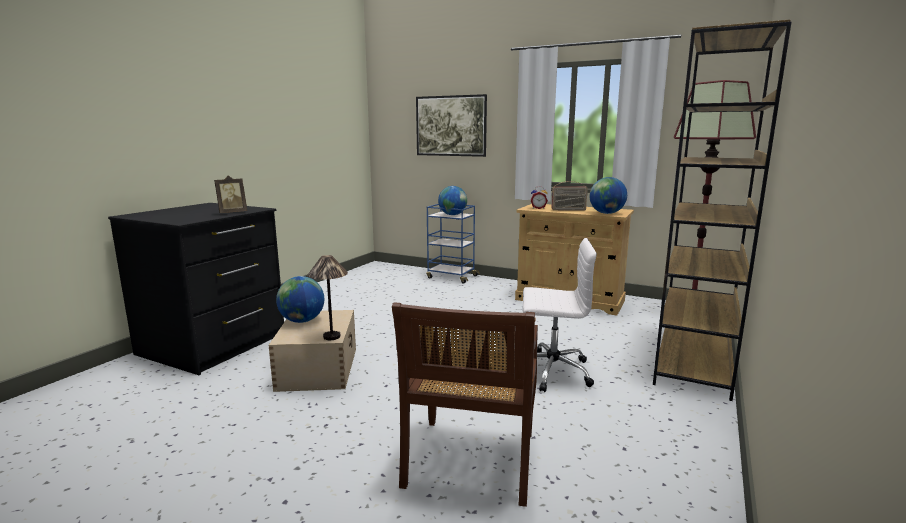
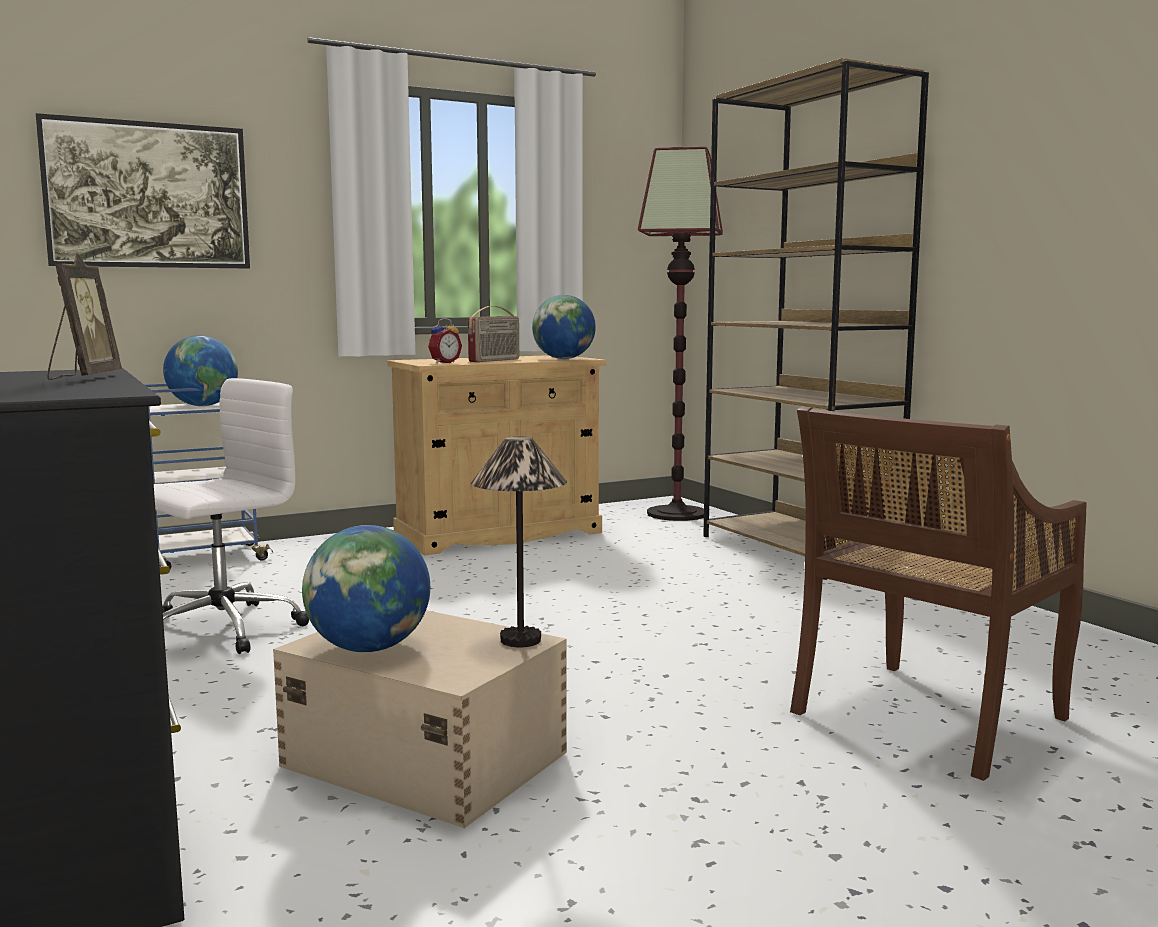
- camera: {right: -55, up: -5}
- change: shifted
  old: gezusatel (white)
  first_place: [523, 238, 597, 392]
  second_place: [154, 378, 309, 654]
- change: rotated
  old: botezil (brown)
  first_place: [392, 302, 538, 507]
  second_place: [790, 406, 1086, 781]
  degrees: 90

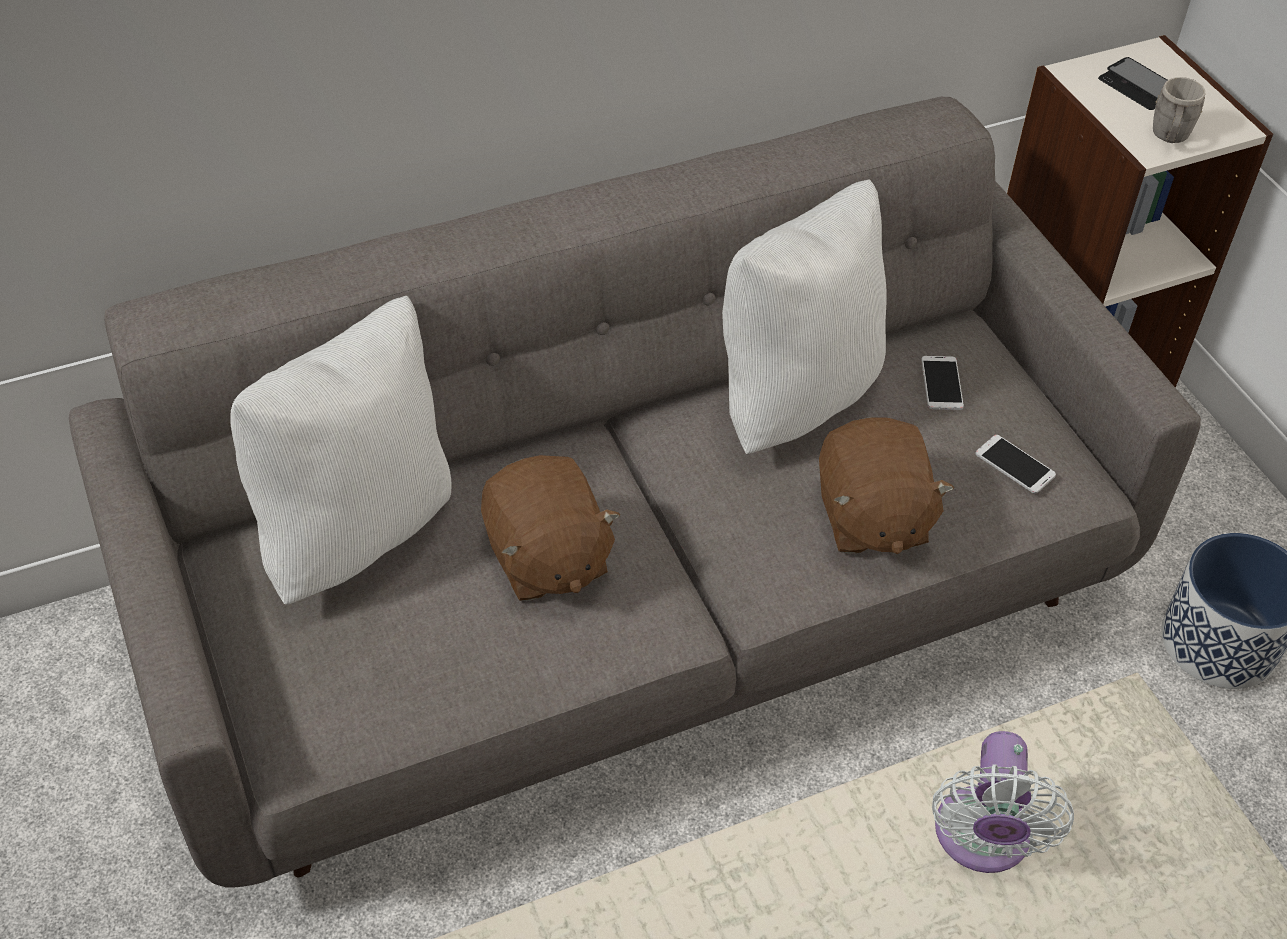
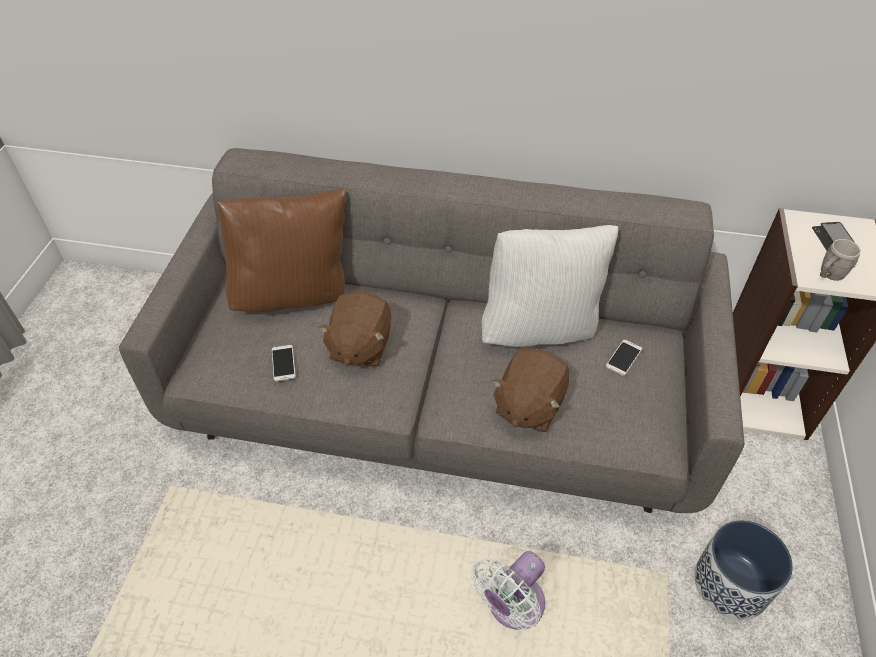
- camera: {right: 35, up: 0}
- change: repainted
  old: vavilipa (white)
  new: vavilipa (brown)
  first_place: [230, 296, 451, 605]
  second_place: [217, 190, 346, 312]
- change: shifted
  old: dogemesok
  first_place: [976, 435, 1056, 494]
  second_place: [272, 345, 296, 381]

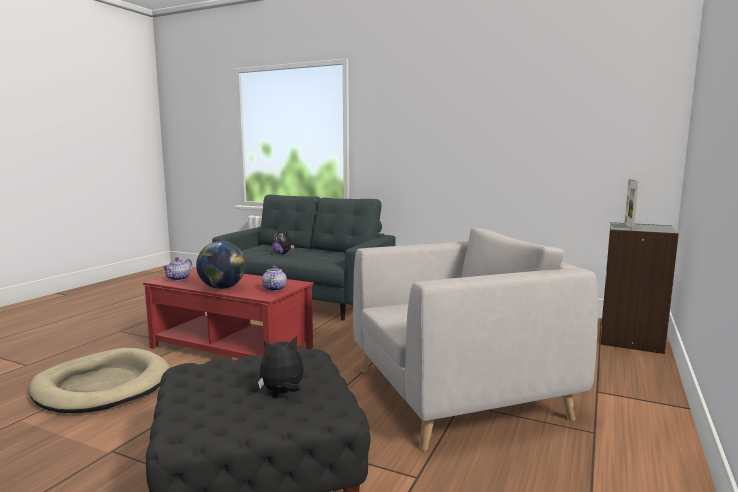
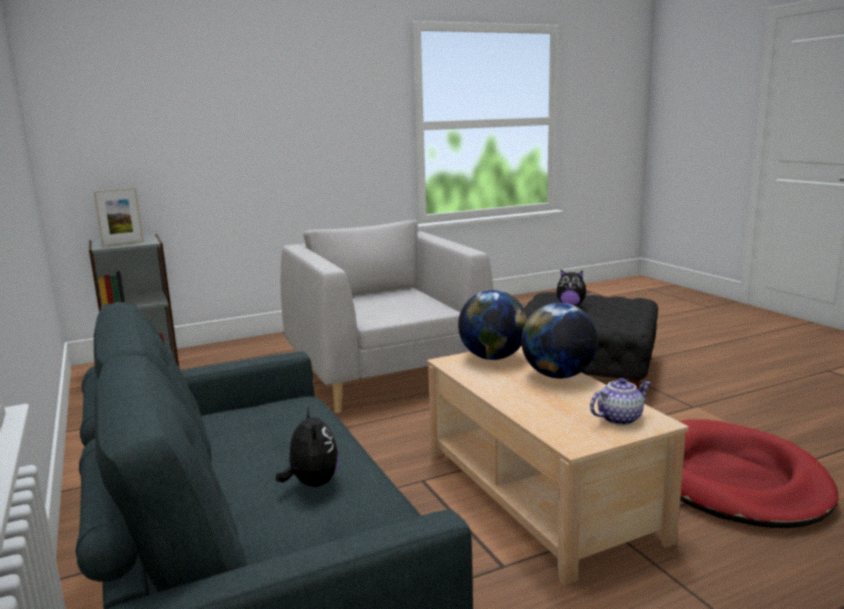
- camera: {right: -140, up: 5}
- change: rotated
  old: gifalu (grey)
  first_place: [353, 228, 598, 451]
  second_place: [281, 220, 493, 413]
  degrees: 45
- change: swapped
  old: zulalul
  new: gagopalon
  first_place: [262, 266, 287, 291]
  second_place: [458, 290, 527, 360]
- change: repainted
  old: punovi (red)
  new: punovi (beige)
  first_place: [143, 268, 314, 358]
  second_place: [427, 346, 689, 586]
- change: repainted
  old: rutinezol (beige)
  new: rutinezol (red)
  first_place: [29, 348, 170, 413]
  second_place: [679, 419, 839, 528]

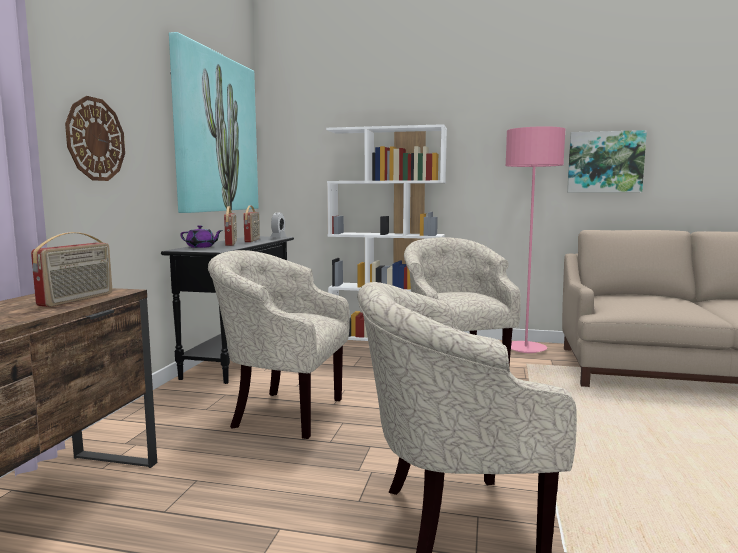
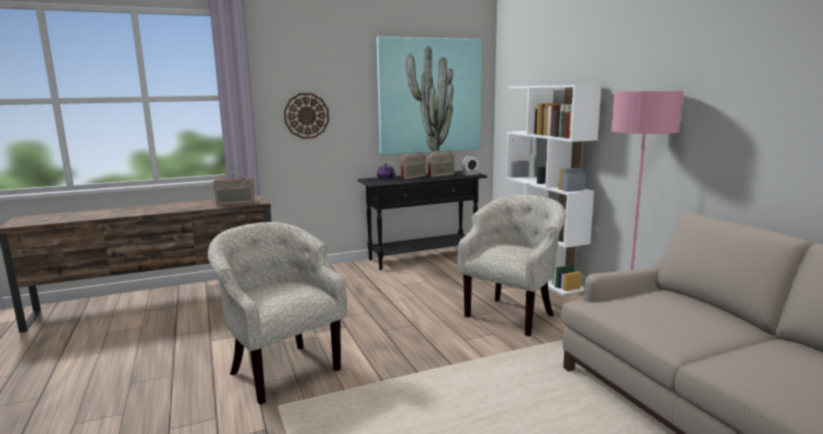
- camera: {right: 55, up: 5}
- change: gone
  old: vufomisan
  first_place: [567, 130, 647, 192]
- change: gone
  old: gifalu (beige)
  first_place: [208, 250, 350, 439]

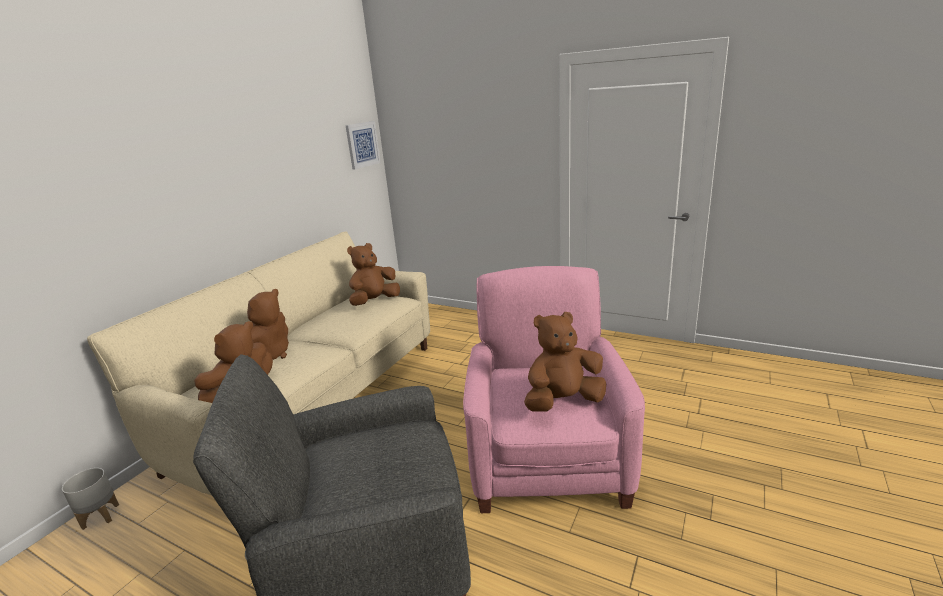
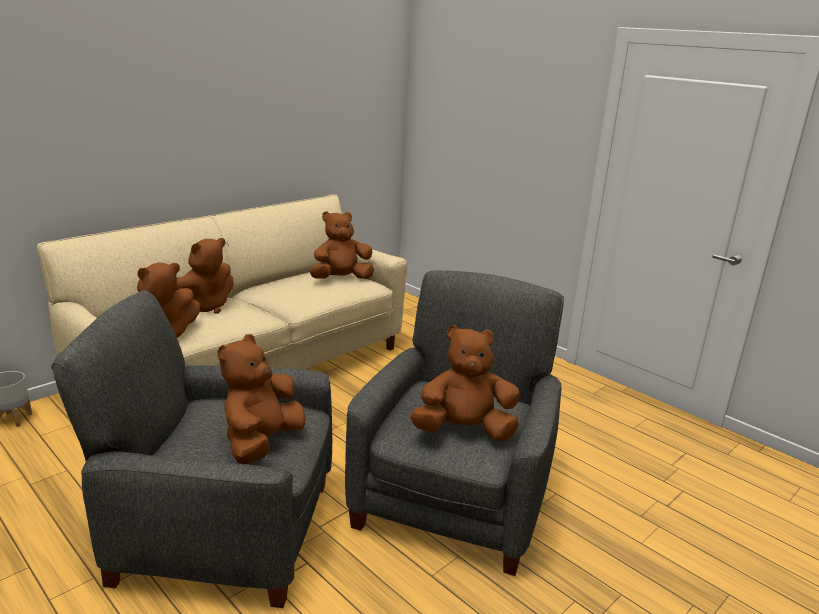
- camera: {right: 15, up: 0}
- change: gone
  old: vufomisan
  first_place: [345, 121, 380, 170]
- change: repainted
  old: gifalu (pink)
  new: gifalu (grey)
  first_place: [463, 266, 645, 513]
  second_place: [345, 271, 564, 576]
- change: new
  new: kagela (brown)
  second_place: [218, 334, 305, 464]

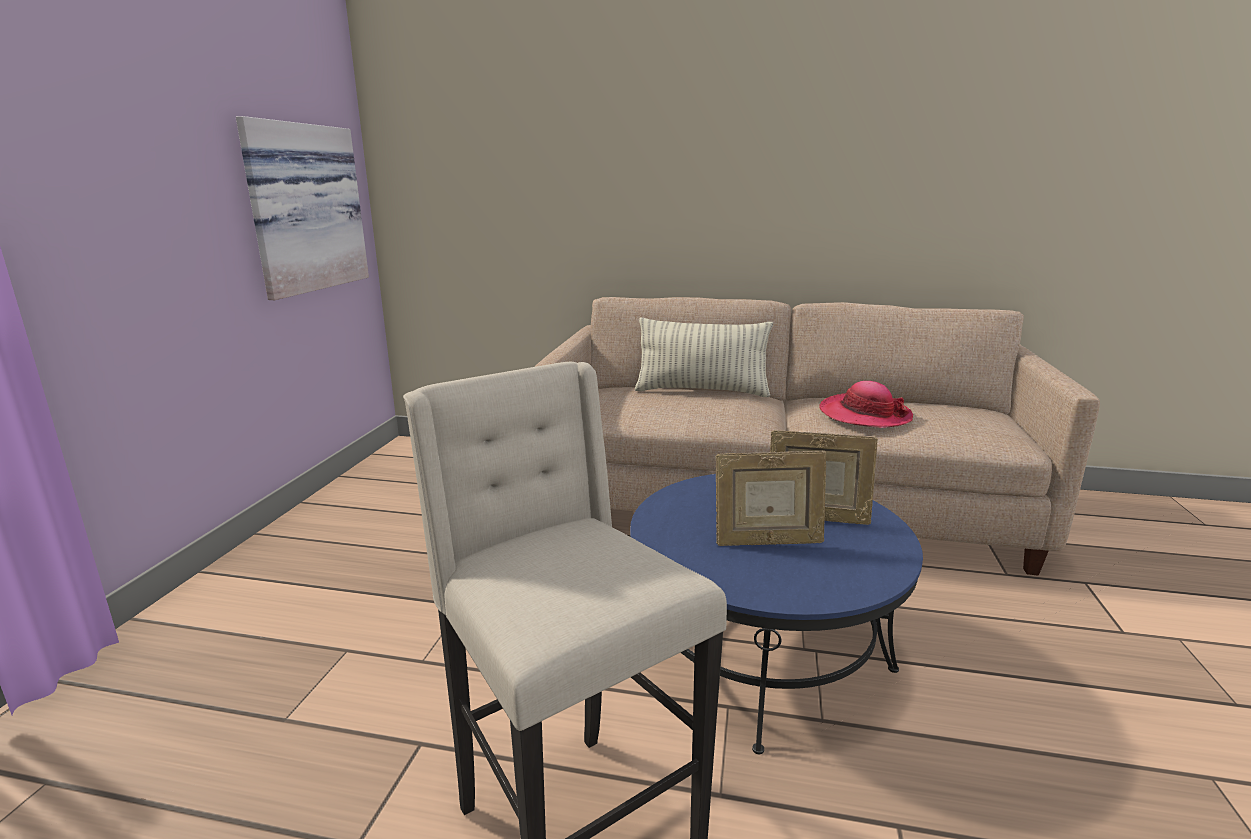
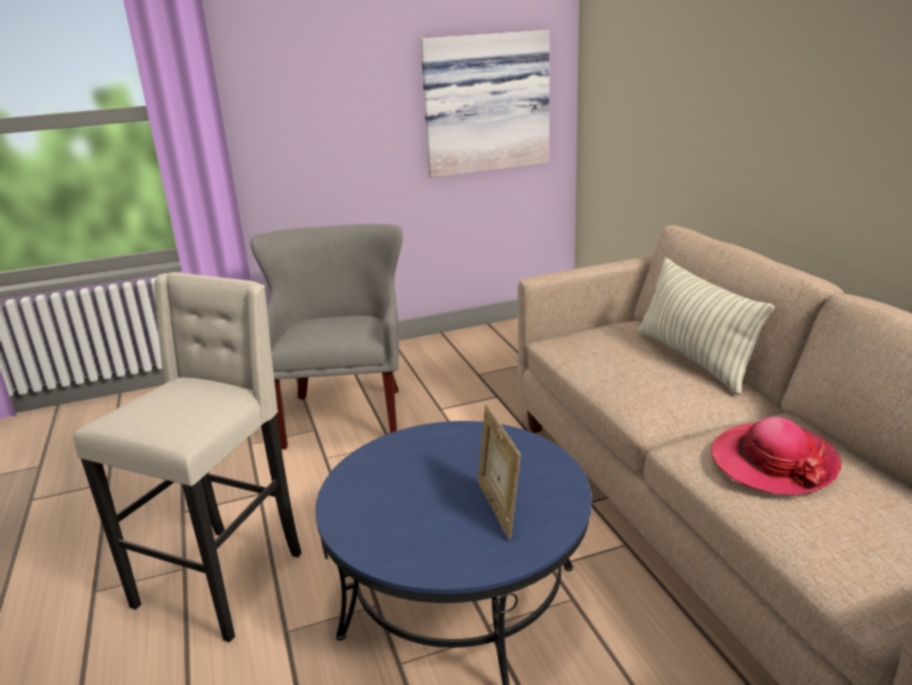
- camera: {right: 60, up: 5}
- change: gone
  old: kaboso
  first_place: [716, 451, 826, 546]
- change: new
  new: gifalu (grey)
  second_place: [250, 224, 403, 449]

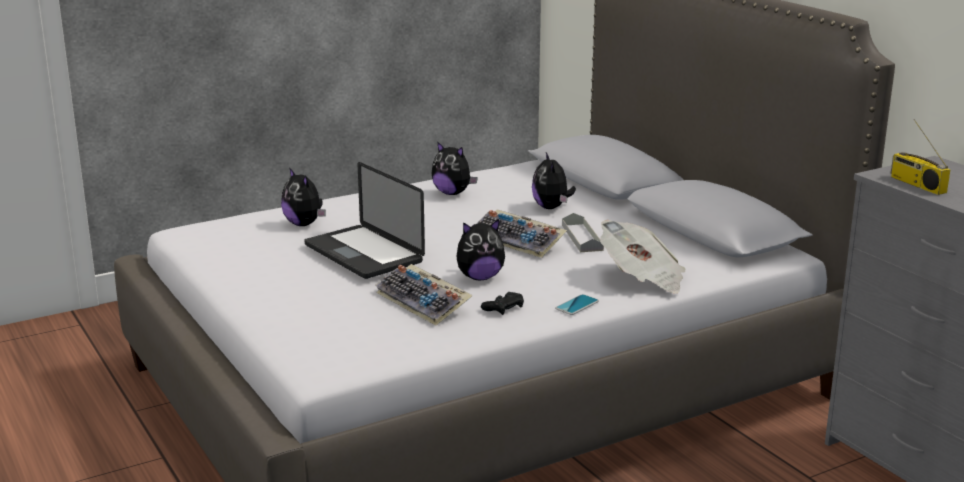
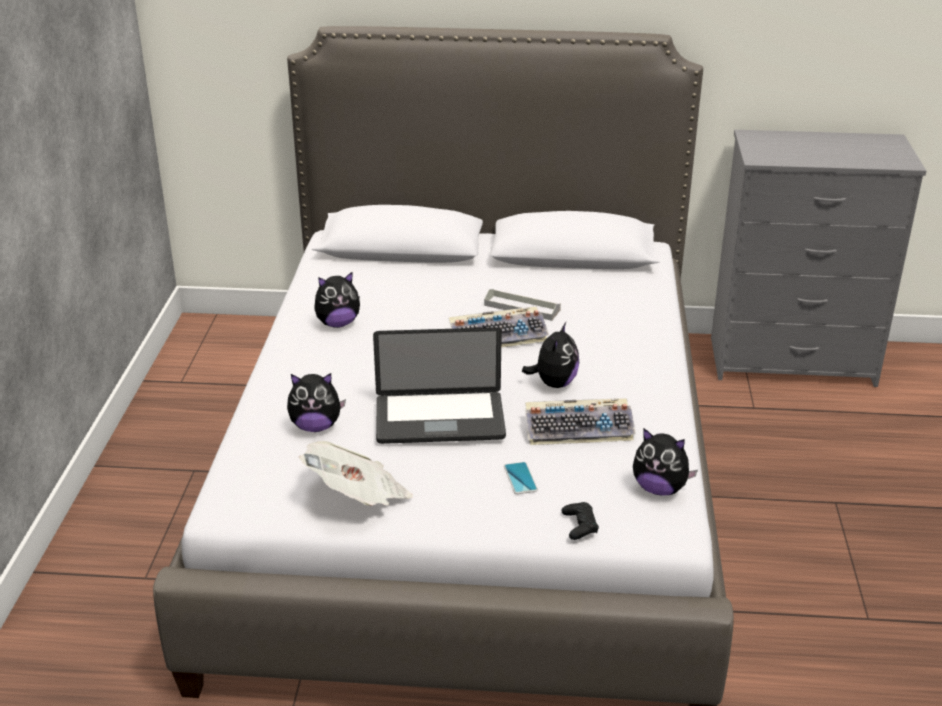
- camera: {right: -55, up: 10}
- change: gone
  old: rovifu
  first_place: [891, 119, 951, 195]
- change: shifted
  old: kagela
  first_place: [532, 152, 576, 209]
  second_place: [633, 428, 698, 495]
- change: shifted
  old: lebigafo
  first_place: [600, 220, 685, 294]
  second_place: [299, 441, 413, 506]
- change: shifted
  old: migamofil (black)
  first_place: [481, 292, 524, 315]
  second_place: [562, 502, 599, 540]
- change: shifted
  old: dogemesok
  first_place: [555, 294, 599, 315]
  second_place: [504, 462, 538, 494]

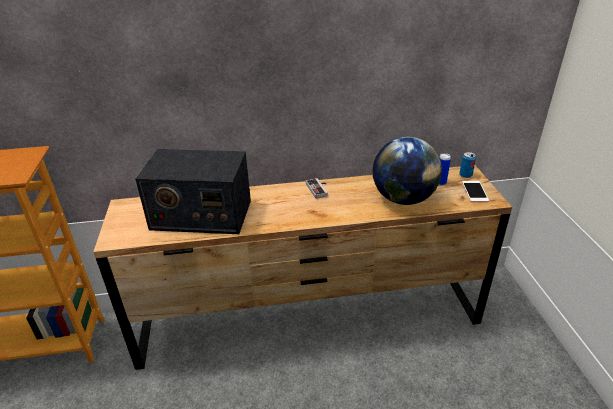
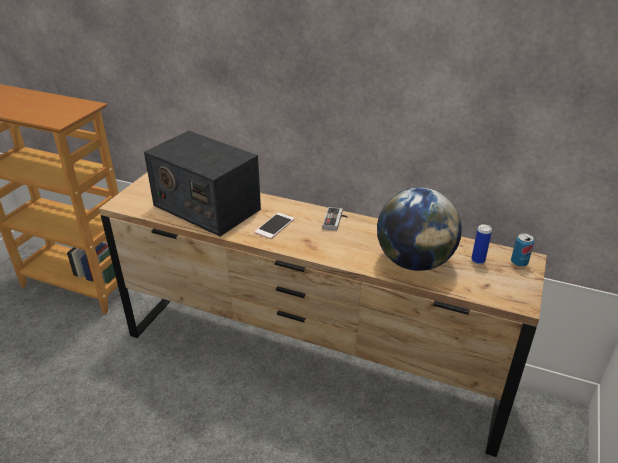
- camera: {right: 30, up: 0}
- change: shifted
  old: dogemesok
  first_place: [462, 181, 489, 202]
  second_place: [255, 213, 294, 239]

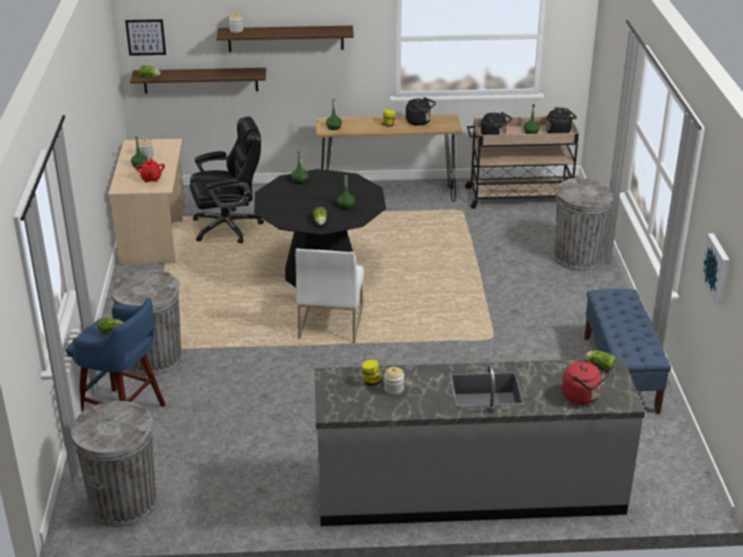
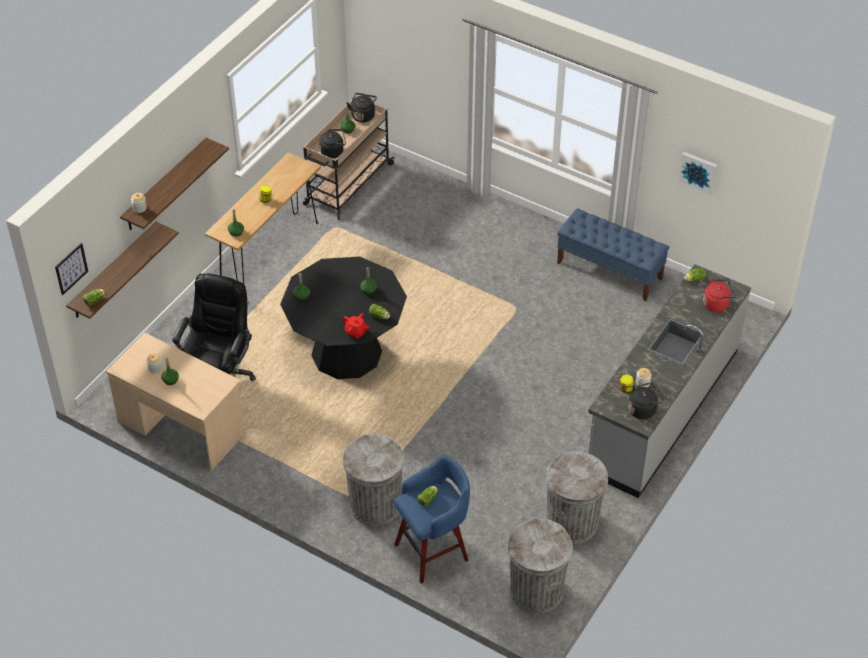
- camera: {right: -55, up: 15}
- change: shifted
  old: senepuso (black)
  first_place: [406, 97, 436, 126]
  second_place: [628, 383, 664, 419]
- change: shifted
  old: zulalul (red)
  first_place: [135, 158, 165, 182]
  second_place: [342, 313, 370, 339]
- change: shifted
  old: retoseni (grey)
  first_place: [554, 178, 614, 271]
  second_place: [546, 451, 608, 544]
- change: gone
  old: botezil (white)
  first_place: [295, 248, 364, 343]

